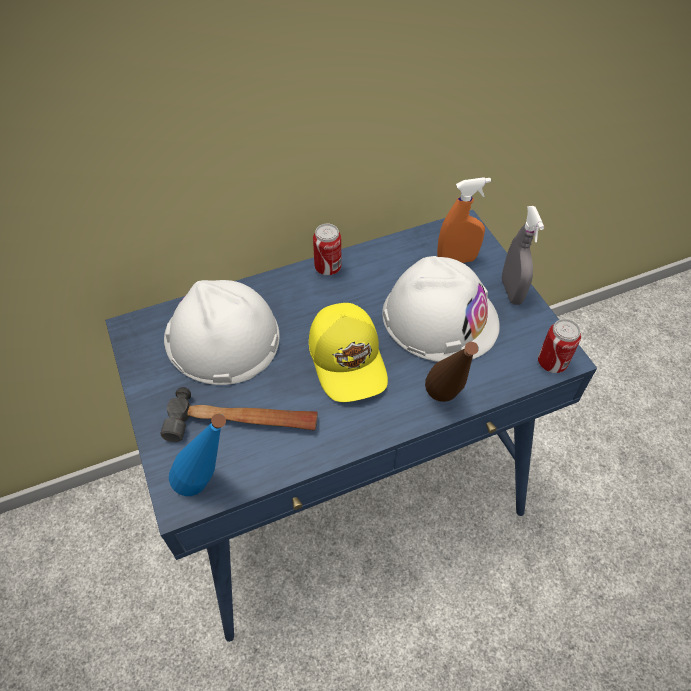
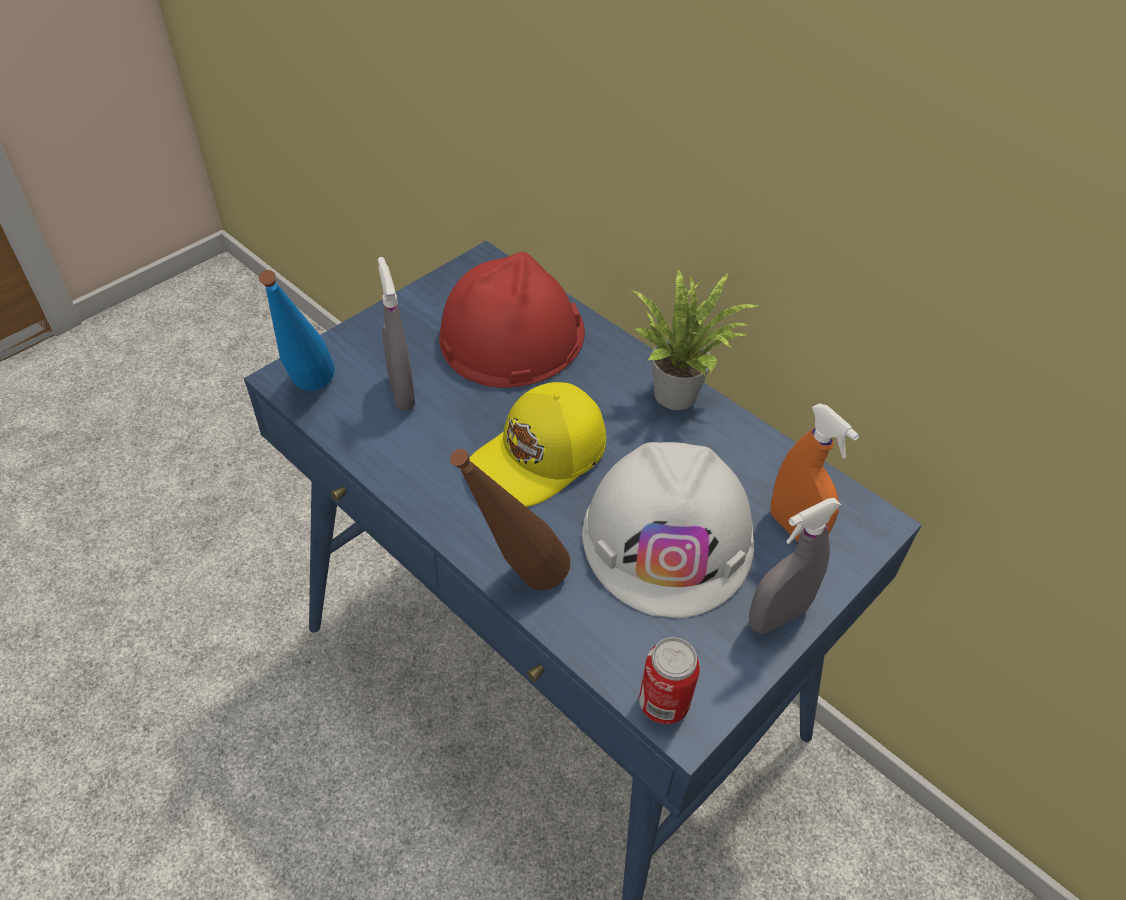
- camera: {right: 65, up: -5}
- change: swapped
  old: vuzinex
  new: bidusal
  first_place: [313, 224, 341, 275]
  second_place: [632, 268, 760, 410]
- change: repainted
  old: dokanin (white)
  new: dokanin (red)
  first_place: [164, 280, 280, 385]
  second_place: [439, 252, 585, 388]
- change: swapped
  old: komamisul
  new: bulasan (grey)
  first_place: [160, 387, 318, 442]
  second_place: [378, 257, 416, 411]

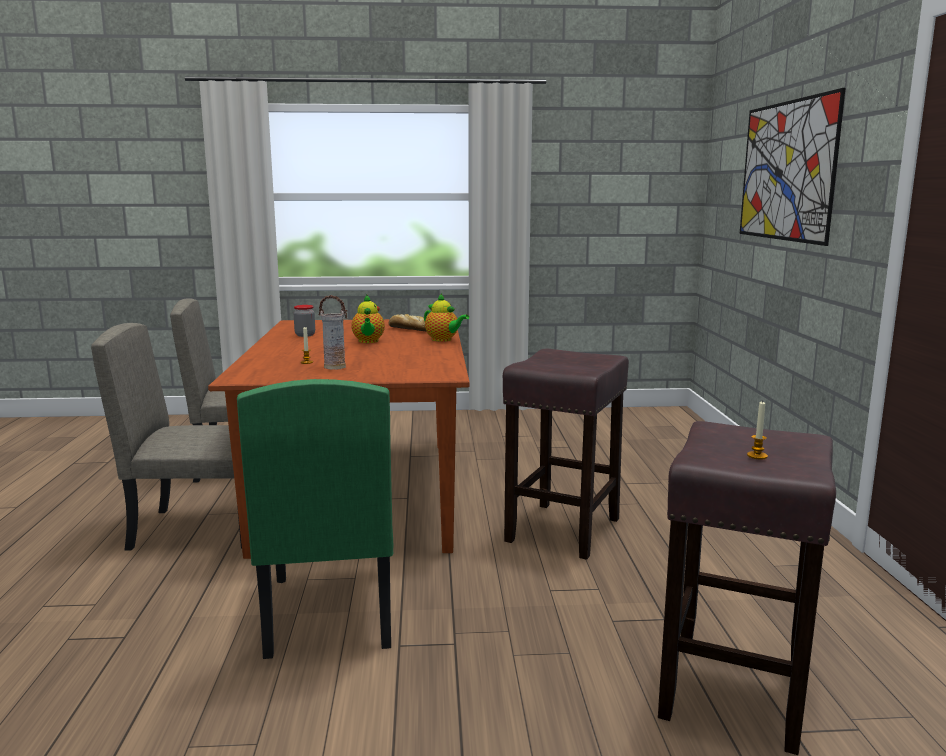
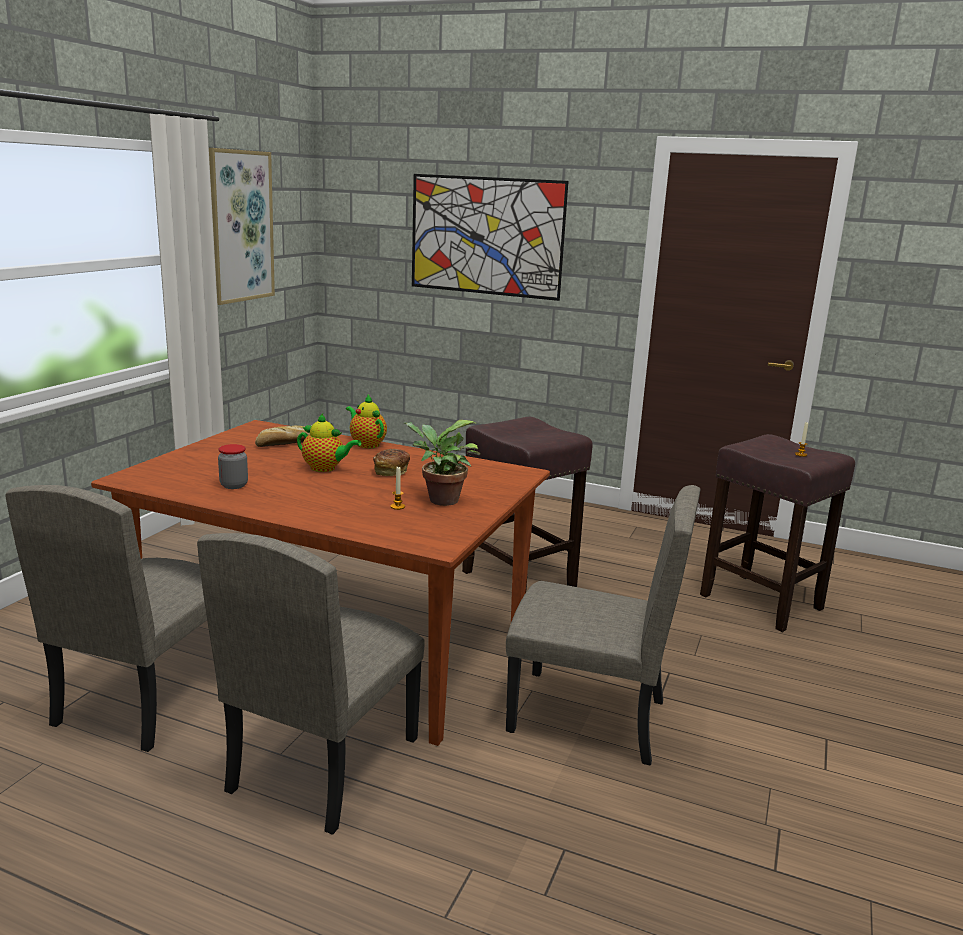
- camera: {right: -65, up: 5}
- change: rotated
  old: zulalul
  first_place: [424, 294, 469, 342]
  second_place: [346, 395, 387, 448]
  degrees: -105
- change: swapped
  old: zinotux
  new: bidusal
  first_place: [319, 295, 347, 369]
  second_place: [403, 420, 481, 506]
- change: repainted
  old: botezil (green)
  new: botezil (beige)
  first_place: [237, 379, 393, 659]
  second_place: [506, 485, 701, 766]
- change: new
  new: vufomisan
  second_place: [209, 148, 275, 305]
- change: new
  new: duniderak
  second_place: [373, 449, 410, 476]

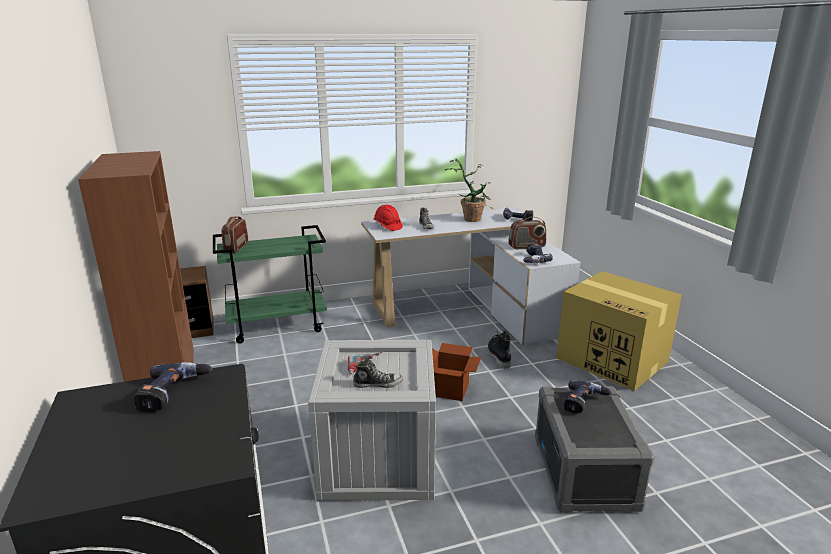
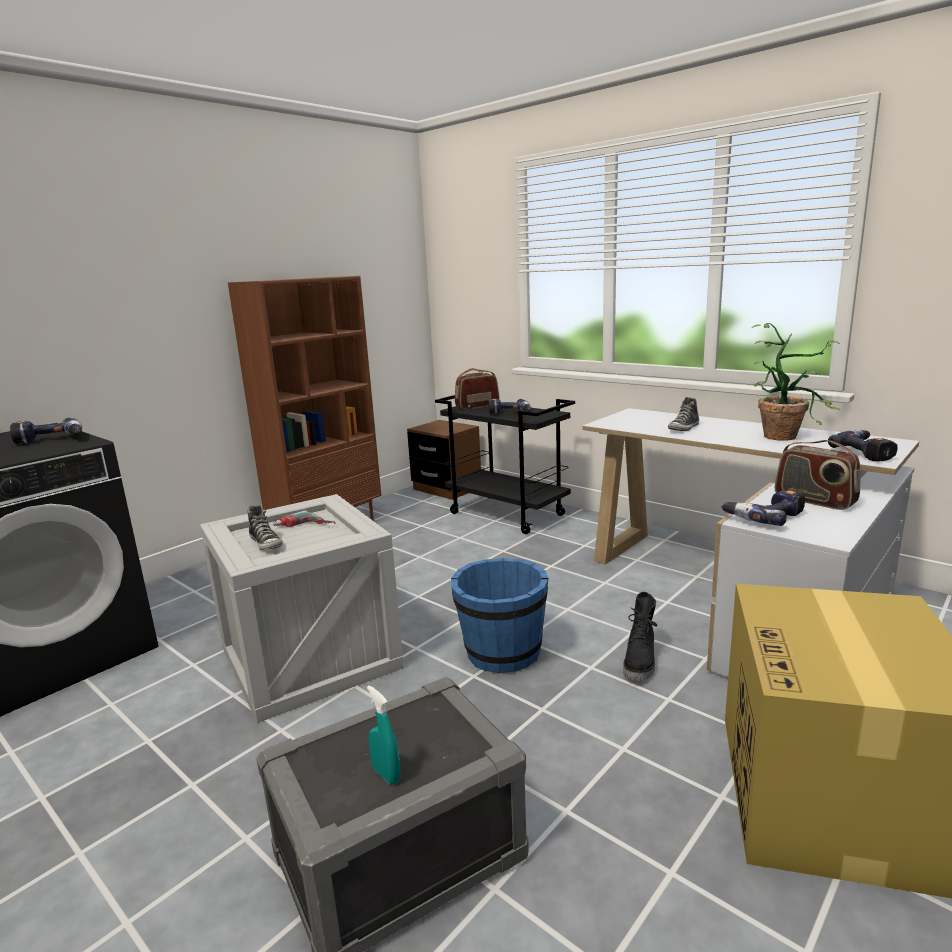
- camera: {right: 60, up: -5}
- change: gone
  old: dokanin (red)
  first_place: [374, 205, 403, 231]
- change: repainted
  old: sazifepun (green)
  new: sazifepun (black)
  first_place: [213, 225, 327, 344]
  second_place: [435, 395, 575, 534]
- change: rotated
  old: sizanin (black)
  first_place: [488, 331, 511, 369]
  second_place: [623, 592, 657, 681]
  degrees: 150
- change: swapped
  old: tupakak
  new: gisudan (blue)
  first_place: [432, 343, 481, 401]
  second_place: [451, 558, 548, 673]
- change: shifted
  old: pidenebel
  first_place: [564, 380, 612, 414]
  second_place: [488, 399, 531, 414]
- change: new
  new: bulasan (turquoise)
  second_place: [367, 685, 400, 784]

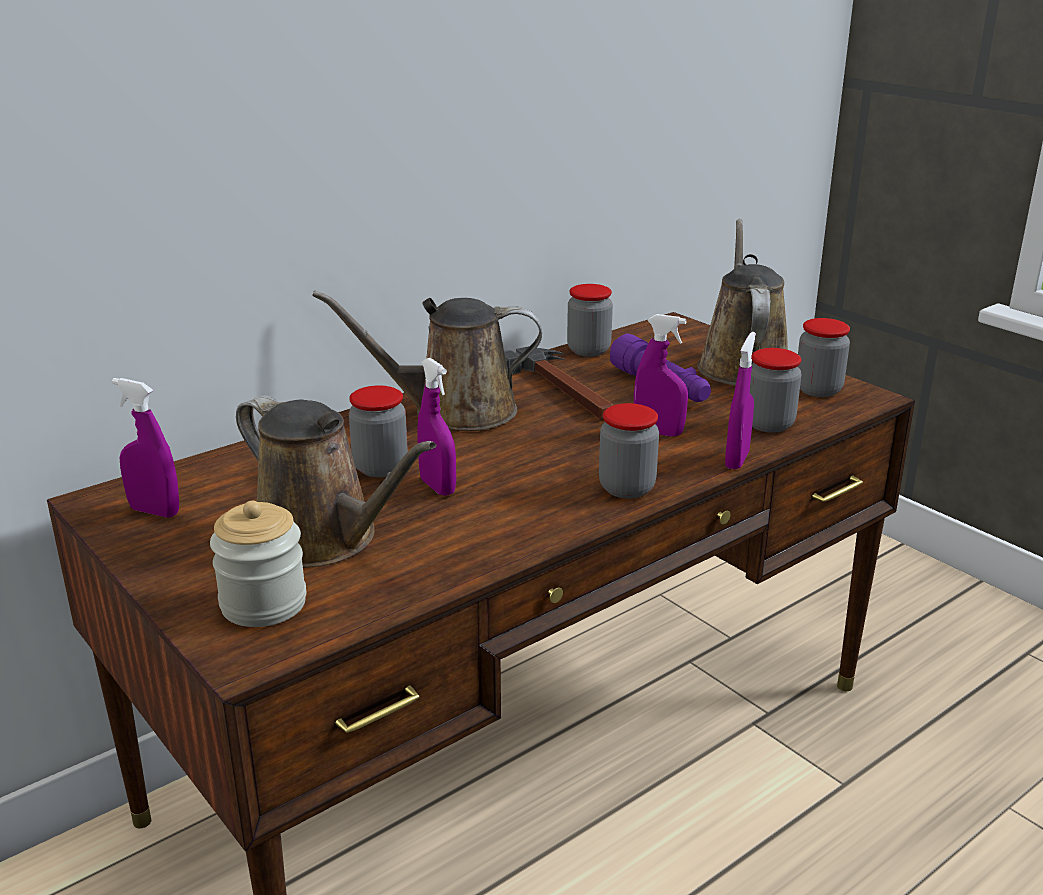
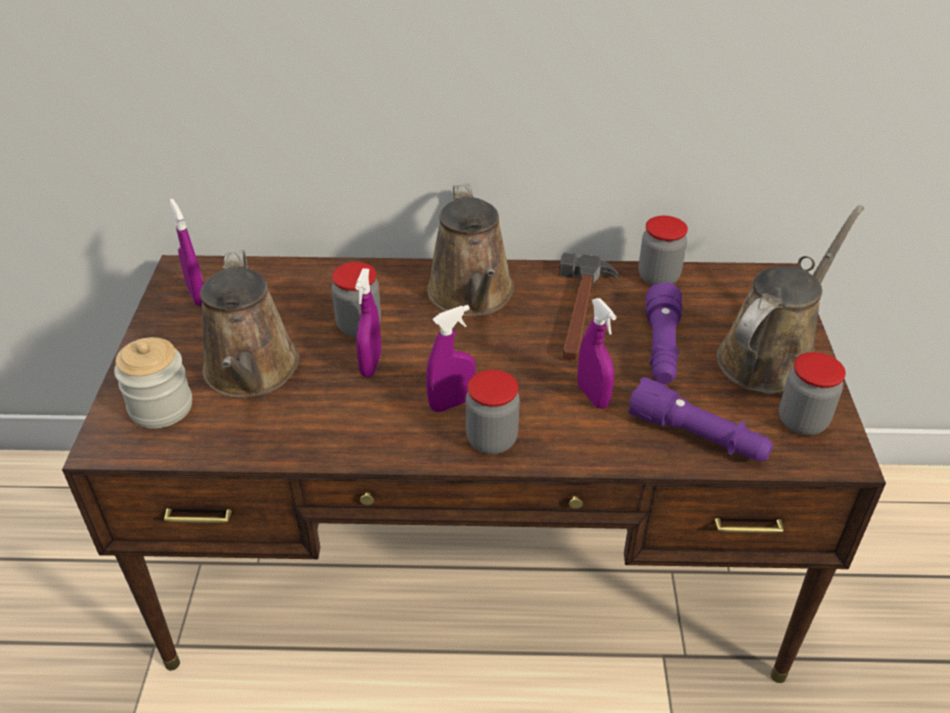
- camera: {right: 40, up: 15}
- change: rotated
  old: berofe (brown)
  first_place: [312, 290, 542, 431]
  second_place: [427, 183, 514, 317]
  degrees: -135
- change: shifted
  old: bulasan (purple)
  first_place: [725, 332, 756, 470]
  second_place: [426, 305, 476, 412]
- change: swapped
  old: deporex
  new: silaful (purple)
  first_place: [749, 348, 801, 433]
  second_place: [628, 377, 773, 461]

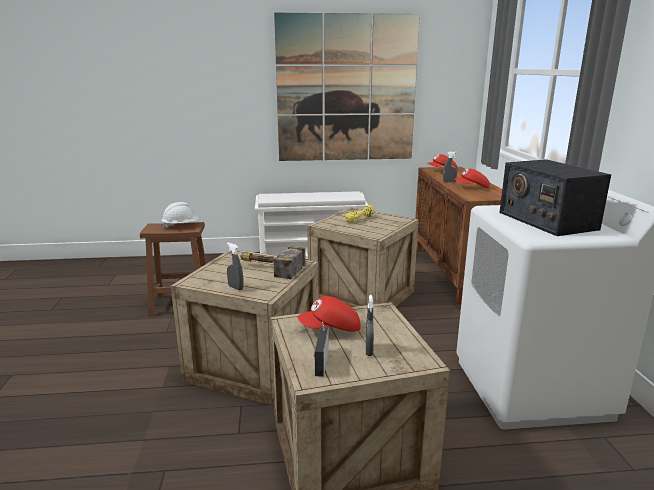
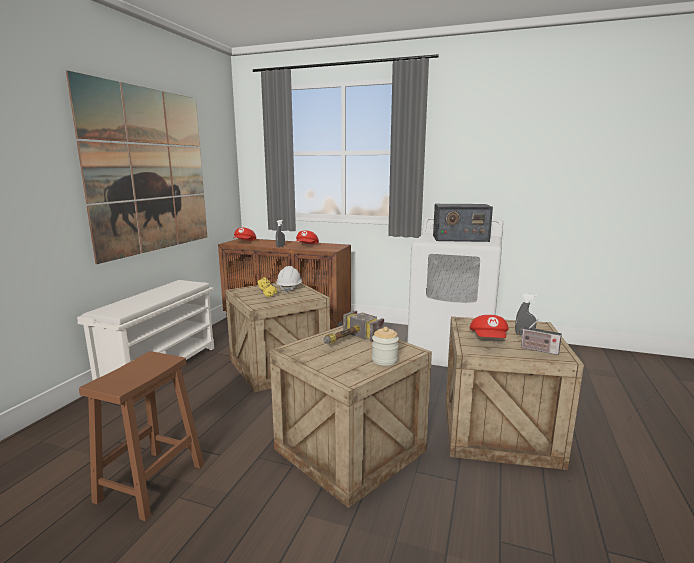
- camera: {right: -65, up: -5}
- change: shifted
  old: dokanin (white)
  first_place: [161, 202, 199, 228]
  second_place: [276, 266, 302, 292]
- change: swapped
  old: bulasan (grey)
  new: deporex
  first_place: [227, 243, 244, 290]
  second_place: [372, 327, 399, 366]

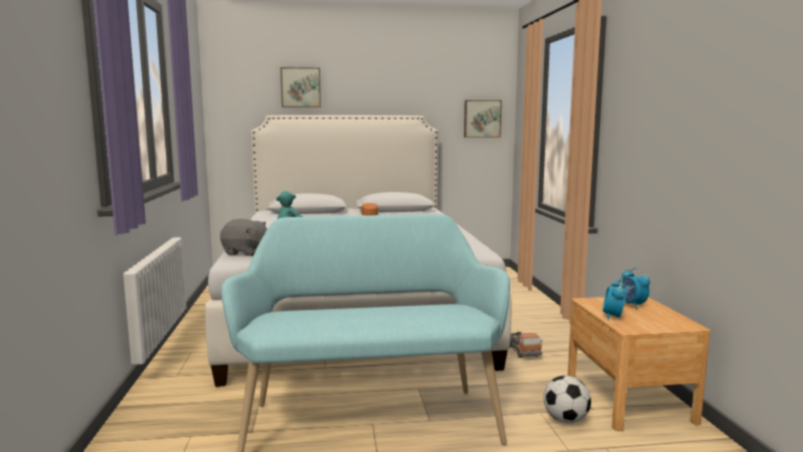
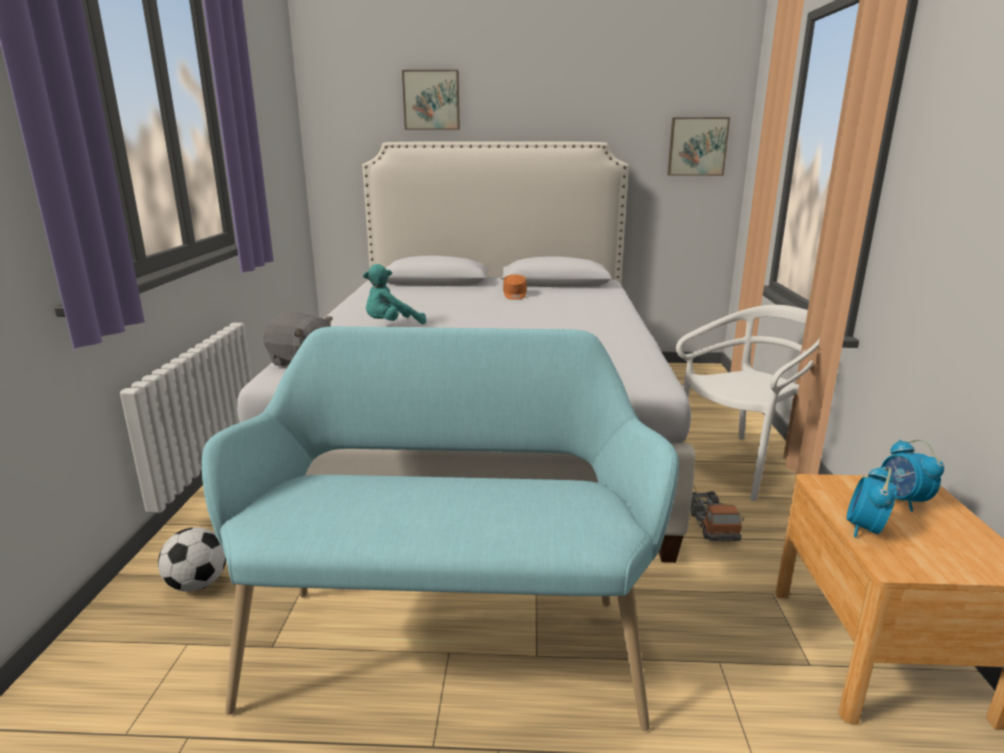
- camera: {right: 10, up: 10}
- change: shifted
  old: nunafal
  first_place: [543, 375, 591, 423]
  second_place: [158, 527, 226, 592]
- change: new
  new: botezil (white)
  second_place: [676, 305, 820, 501]

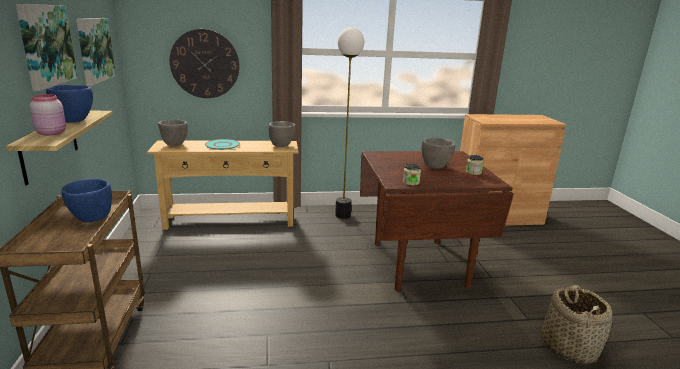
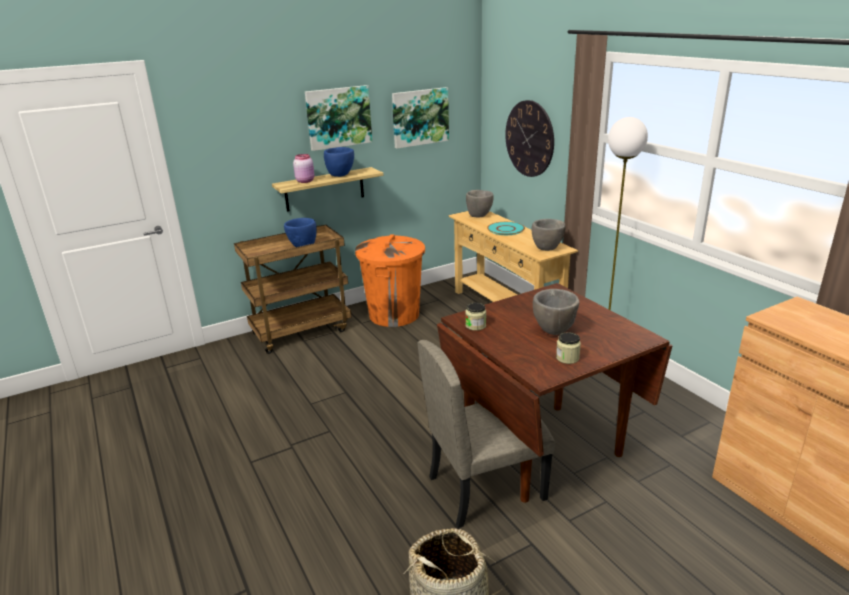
- camera: {right: 70, up: 5}
- change: new
  new: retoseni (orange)
  second_place: [355, 234, 425, 327]
- change: new
  new: botezil (beige)
  second_place: [418, 340, 555, 528]

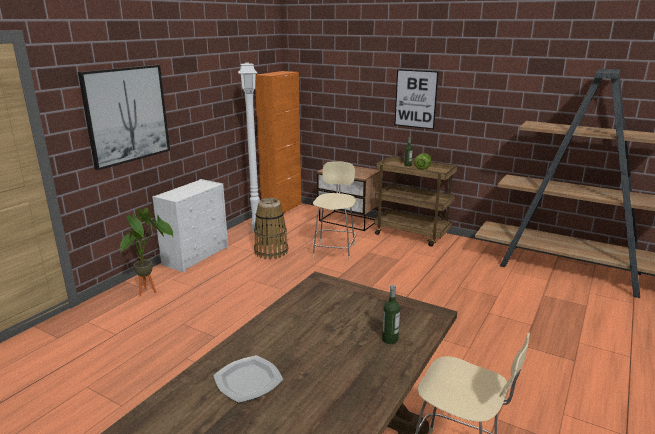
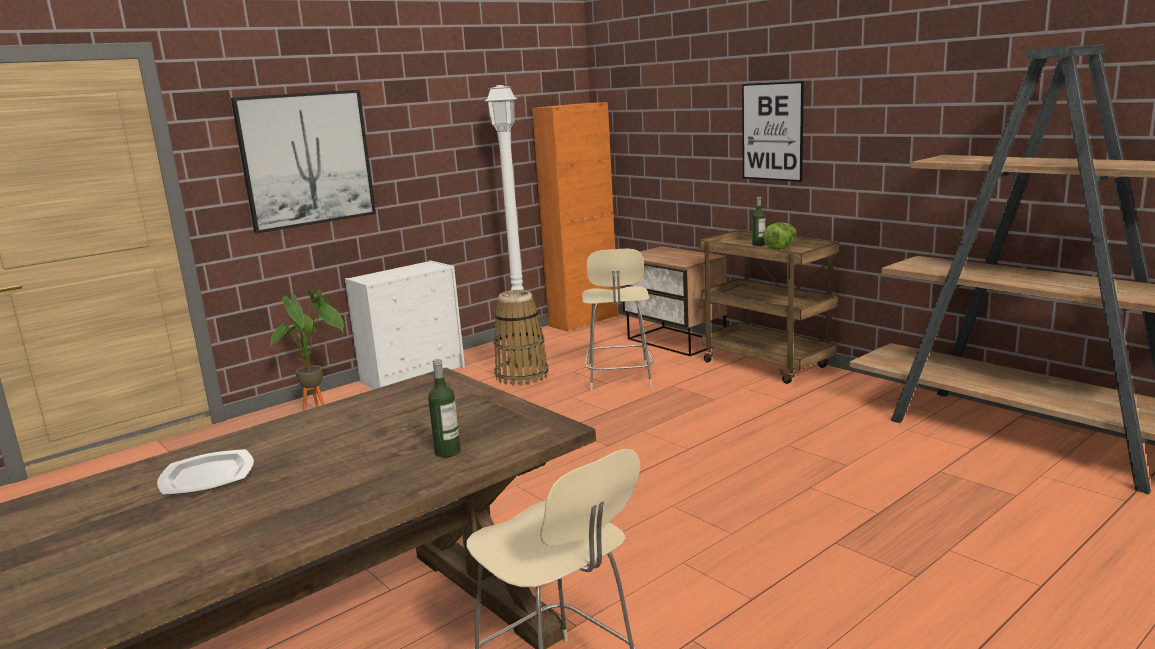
- camera: {right: 20, up: -5}
- change: rotated
  old: botezil (beige)
  first_place: [312, 161, 356, 261]
  second_place: [582, 249, 654, 391]
  degrees: 150

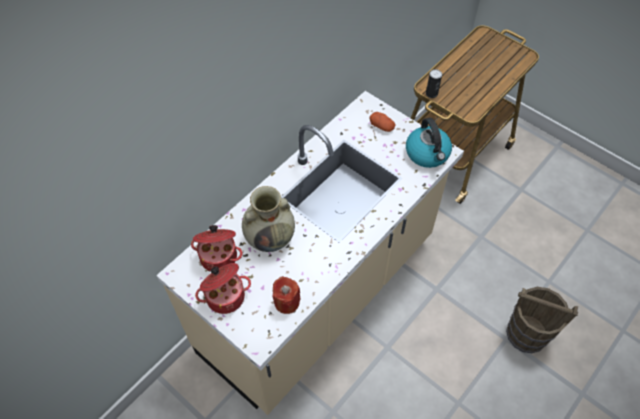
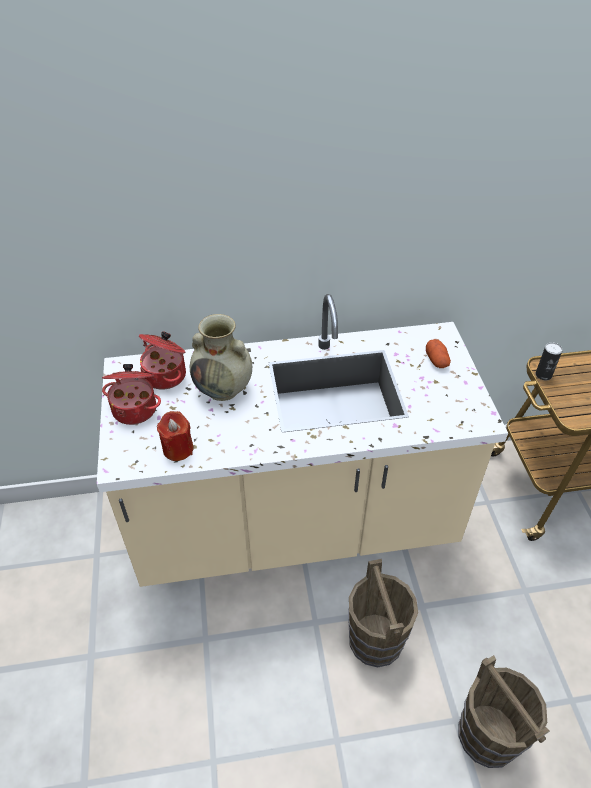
- camera: {right: 40, up: -10}
- change: gone
  old: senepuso
  first_place: [406, 118, 452, 168]
- change: new
  new: gisudan (brown)
  second_place: [348, 558, 418, 667]

